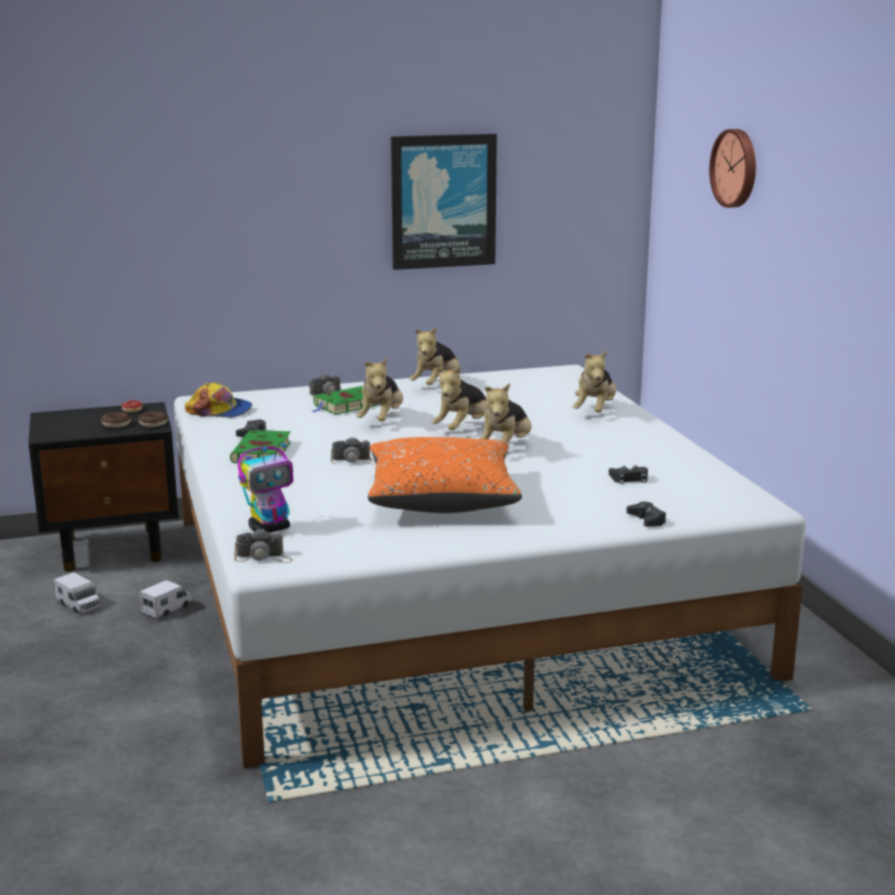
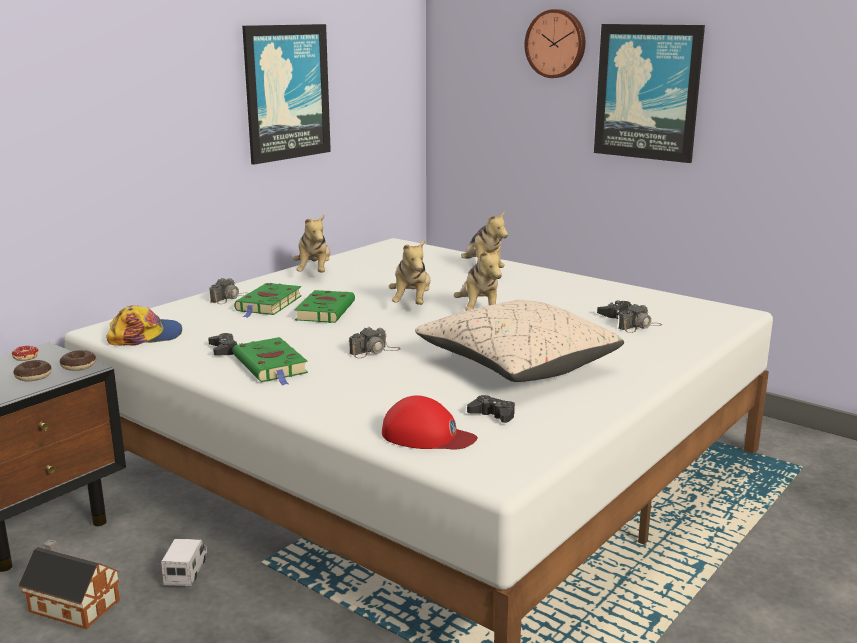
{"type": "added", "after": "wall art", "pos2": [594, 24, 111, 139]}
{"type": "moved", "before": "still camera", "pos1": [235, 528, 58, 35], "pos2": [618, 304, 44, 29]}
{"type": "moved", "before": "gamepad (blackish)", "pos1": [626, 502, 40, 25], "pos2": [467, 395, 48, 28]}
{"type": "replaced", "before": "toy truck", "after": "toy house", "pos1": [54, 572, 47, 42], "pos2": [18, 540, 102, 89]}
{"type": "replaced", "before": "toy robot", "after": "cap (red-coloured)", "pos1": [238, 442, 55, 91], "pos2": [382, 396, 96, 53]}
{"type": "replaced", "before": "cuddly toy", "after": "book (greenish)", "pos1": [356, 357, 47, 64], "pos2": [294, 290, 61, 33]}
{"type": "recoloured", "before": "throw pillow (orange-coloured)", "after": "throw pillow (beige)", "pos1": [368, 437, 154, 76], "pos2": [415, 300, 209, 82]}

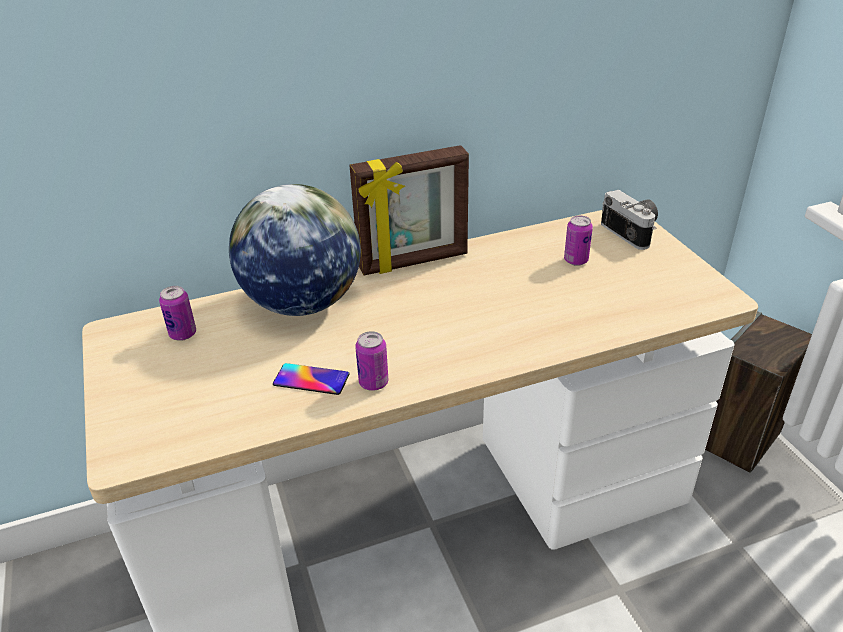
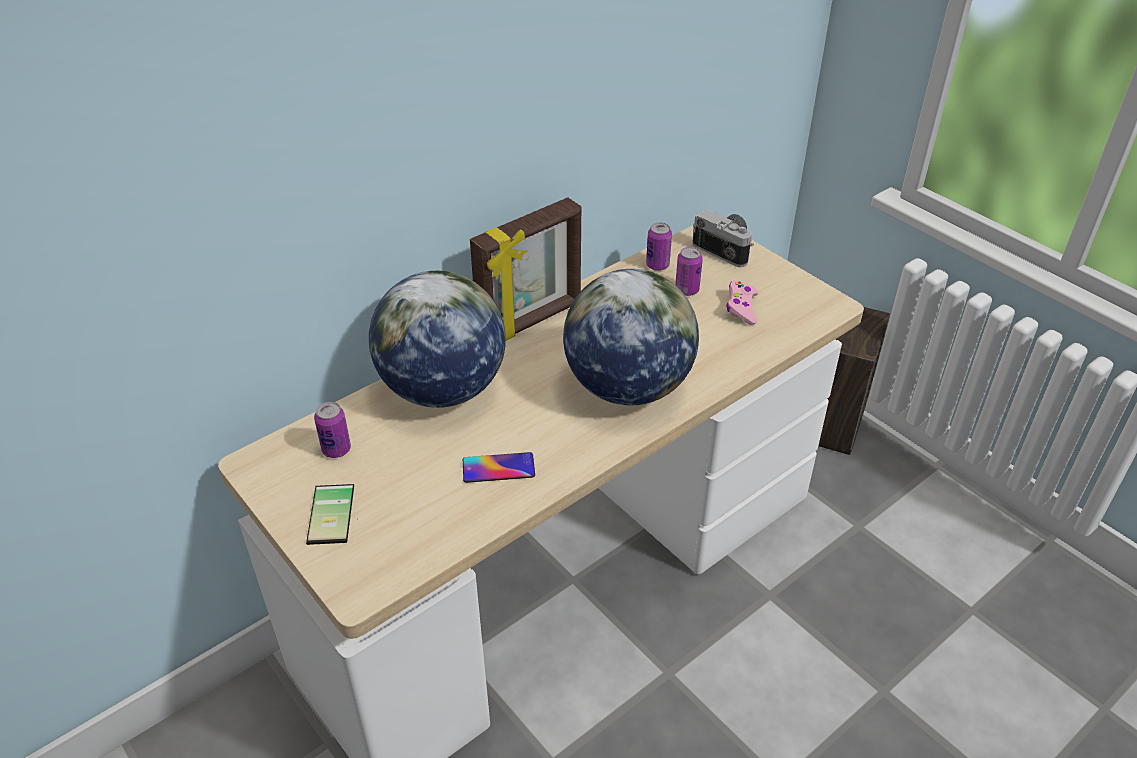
{"type": "added", "after": "telephone", "pos2": [306, 484, 52, 61]}
{"type": "added", "after": "desk globe", "pos2": [563, 269, 136, 137]}
{"type": "added", "after": "gamepad (pinkish)", "pos2": [726, 280, 33, 45]}
{"type": "moved", "before": "can", "pos1": [355, 331, 33, 60], "pos2": [646, 222, 26, 49]}

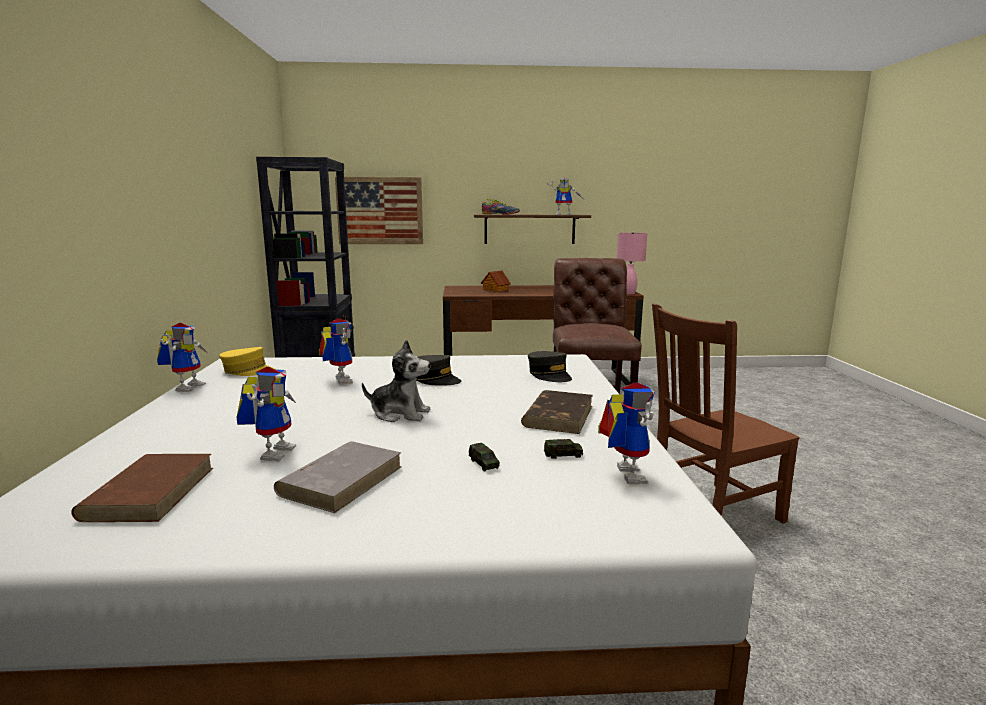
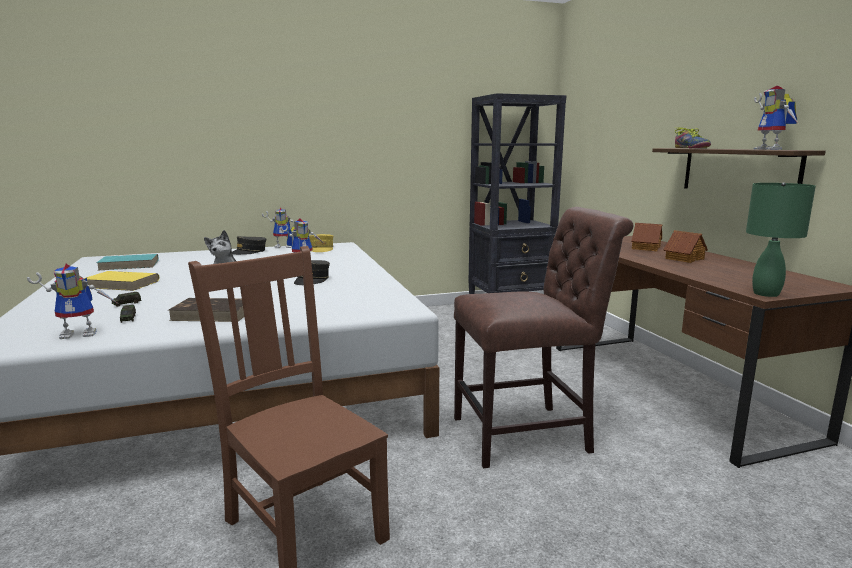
{"type": "removed", "before": "toy robot", "pos1": [237, 367, 59, 94]}
{"type": "removed", "before": "wall art", "pos1": [335, 177, 88, 67]}
{"type": "added", "after": "toy house", "pos2": [663, 230, 45, 33]}
{"type": "moved", "before": "cap (greyish)", "pos1": [528, 351, 44, 31], "pos2": [232, 236, 34, 19]}
{"type": "recoloured", "before": "book (brownish)", "after": "book (blue-green)", "pos1": [71, 454, 142, 68], "pos2": [96, 254, 63, 17]}
{"type": "recoloured", "before": "book (greyish)", "after": "book (yellow-coloured)", "pos1": [274, 441, 128, 72], "pos2": [84, 271, 75, 20]}
{"type": "recoloured", "before": "table lamp (pinkish)", "after": "table lamp (greenish)", "pos1": [617, 232, 30, 62], "pos2": [746, 183, 70, 114]}

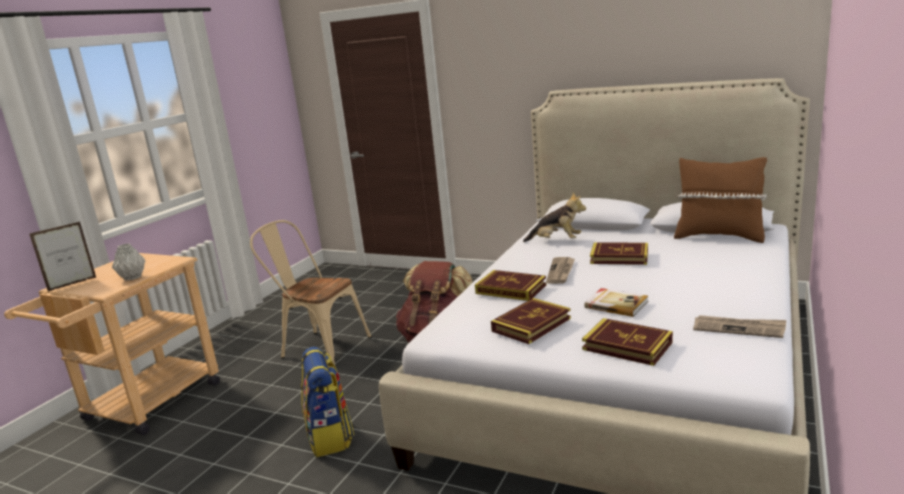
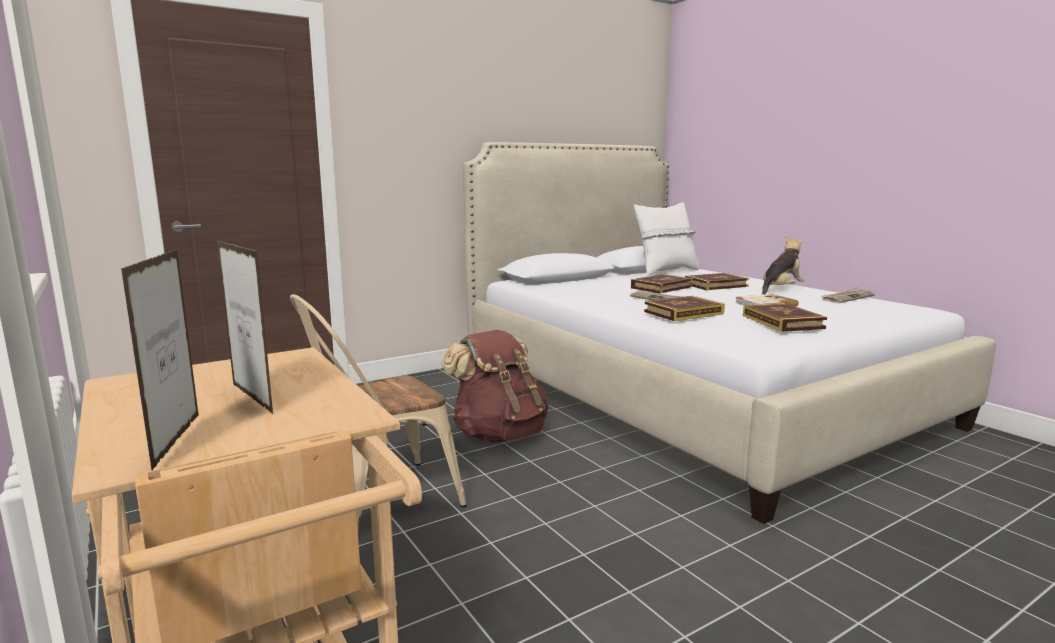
{"type": "removed", "before": "flower vase (greyish)", "pos1": [112, 244, 33, 37]}
{"type": "removed", "before": "knapsack", "pos1": [301, 347, 53, 110]}
{"type": "added", "after": "picture frame", "pos2": [217, 240, 57, 175]}
{"type": "moved", "before": "cuddly toy", "pos1": [523, 192, 63, 50], "pos2": [762, 236, 42, 59]}
{"type": "moved", "before": "book", "pos1": [582, 318, 91, 48], "pos2": [685, 273, 64, 17]}
{"type": "recoloured", "before": "throw pillow (brownish)", "after": "throw pillow (whitish)", "pos1": [674, 157, 93, 86], "pos2": [634, 203, 65, 73]}

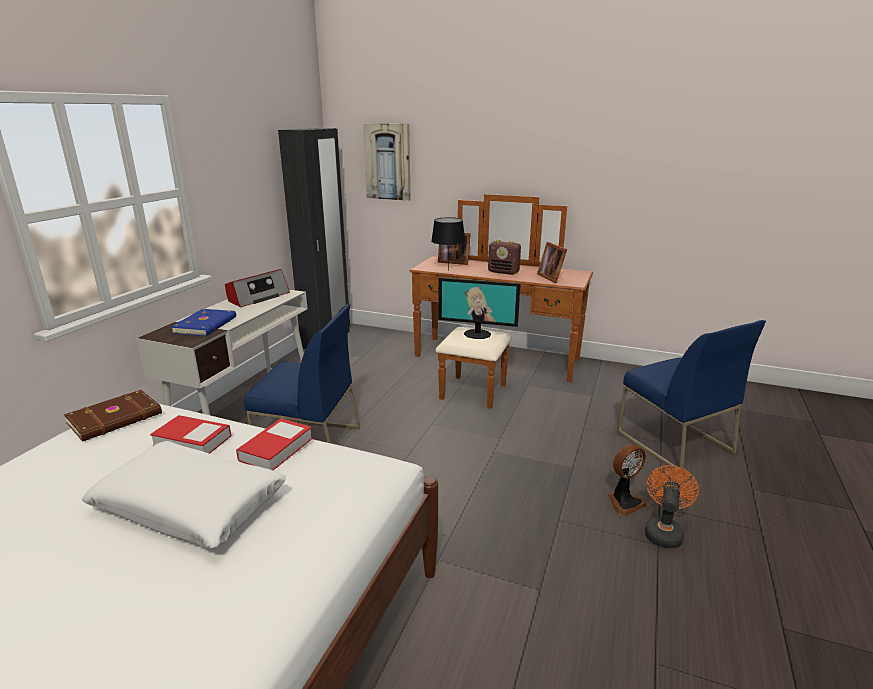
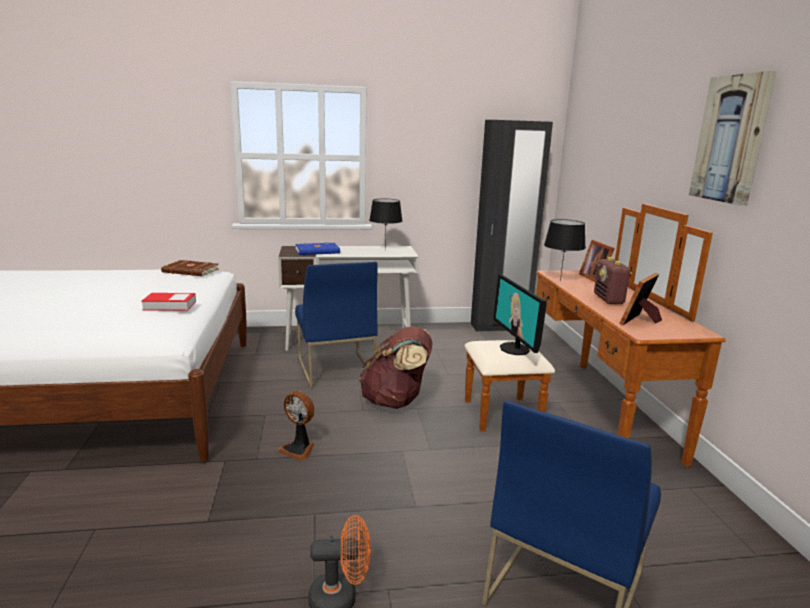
{"type": "removed", "before": "throw pillow (whitish)", "pos1": [82, 441, 204, 108]}
{"type": "removed", "before": "book", "pos1": [150, 415, 81, 39]}
{"type": "added", "after": "knapsack (brownish)", "pos2": [359, 326, 74, 83]}
{"type": "moved", "before": "wall art", "pos1": [363, 123, 48, 78], "pos2": [689, 71, 88, 135]}
{"type": "moved", "before": "cooling fan", "pos1": [608, 444, 40, 72], "pos2": [278, 391, 36, 70]}
{"type": "replaced", "before": "radio", "after": "table lamp (blackish)", "pos1": [225, 269, 65, 38], "pos2": [369, 199, 33, 51]}

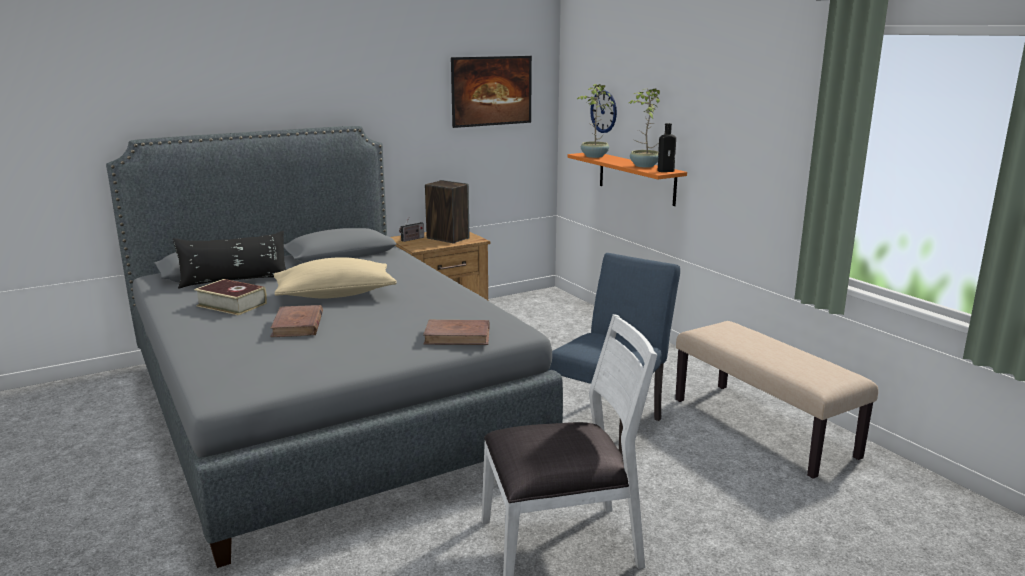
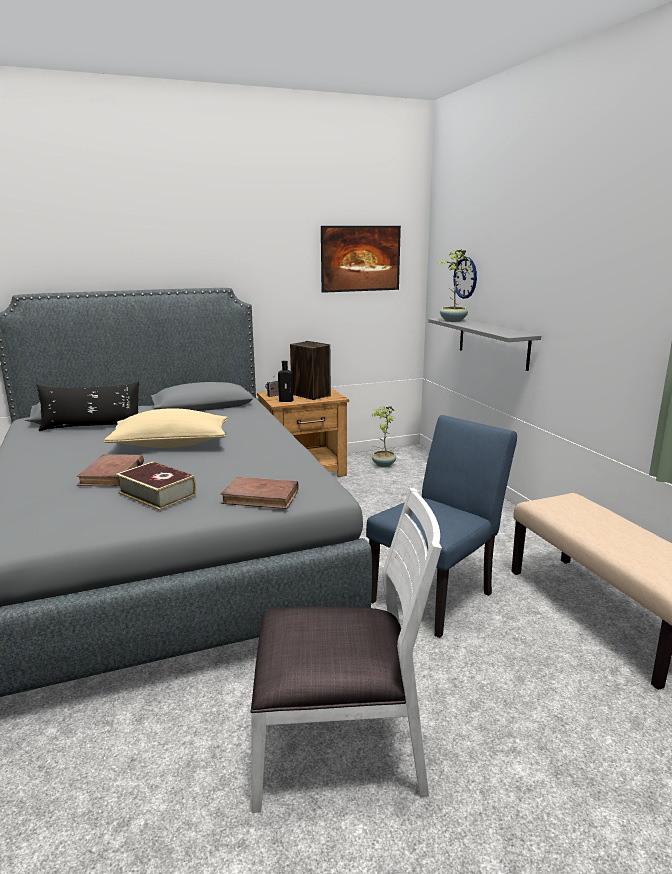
{"type": "moved", "before": "book", "pos1": [194, 279, 73, 36], "pos2": [116, 461, 80, 49]}
{"type": "moved", "before": "plant in a pot", "pos1": [629, 88, 31, 80], "pos2": [372, 406, 24, 61]}
{"type": "moved", "before": "drink bottle (blackish)", "pos1": [658, 123, 18, 49], "pos2": [278, 361, 15, 41]}
{"type": "recoloured", "before": "shelf (orange-coloured)", "after": "shelf (greyish)", "pos1": [568, 153, 119, 53], "pos2": [428, 318, 113, 53]}

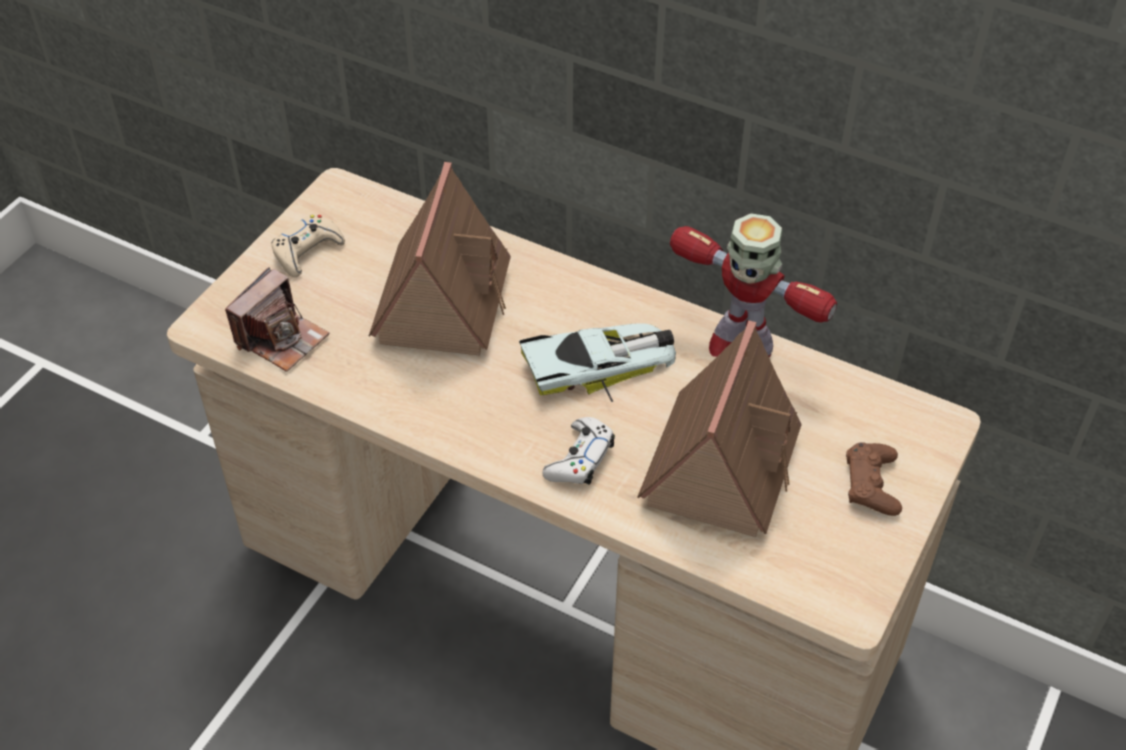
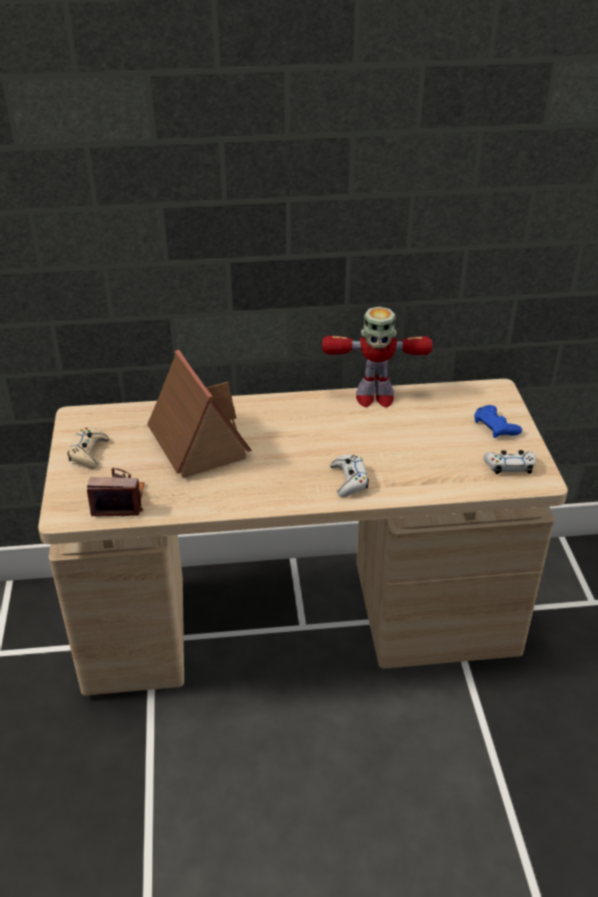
{"type": "removed", "before": "miniature car", "pos1": [519, 323, 157, 79]}
{"type": "removed", "before": "toy house", "pos1": [637, 320, 165, 217]}
{"type": "added", "after": "gamepad (whitish)", "pos2": [483, 450, 53, 24]}
{"type": "recoloured", "before": "gamepad (brownish)", "after": "gamepad (blue-coloured)", "pos1": [846, 442, 56, 74], "pos2": [474, 405, 48, 33]}
{"type": "turned", "before": "still camera", "pos1": [225, 267, 104, 105], "pos2": [87, 468, 58, 49], "turn": -90}

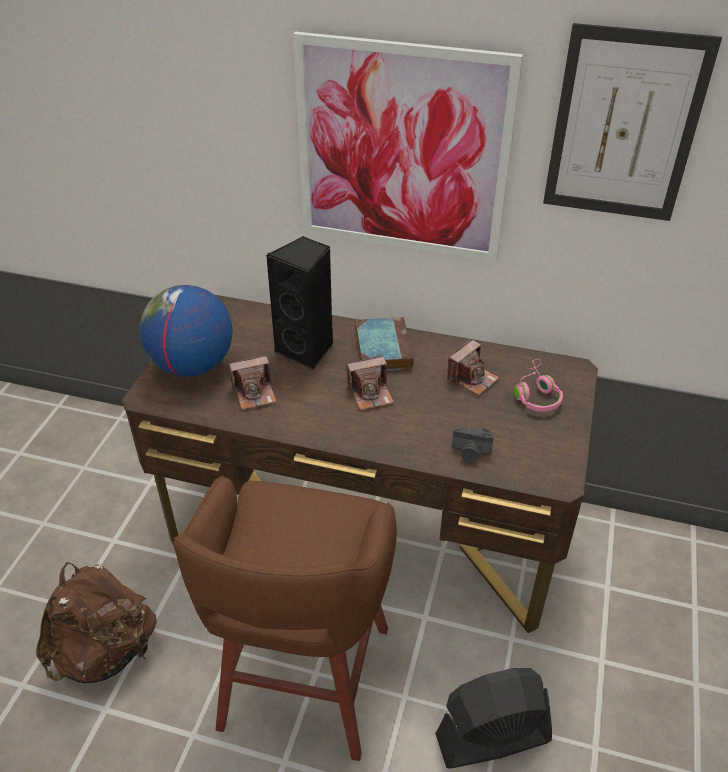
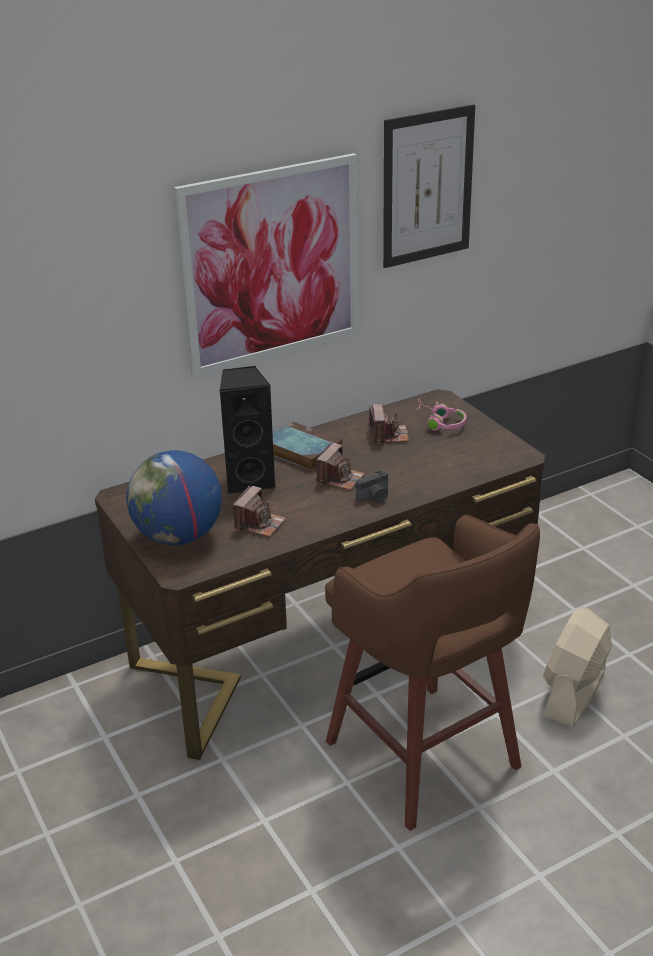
{"type": "removed", "before": "knapsack (brownish)", "pos1": [36, 562, 121, 121]}
{"type": "moved", "before": "still camera", "pos1": [452, 425, 42, 37], "pos2": [356, 470, 32, 33]}
{"type": "recoloured", "before": "cooling fan (blackish)", "after": "cooling fan (beige)", "pos1": [435, 668, 117, 100], "pos2": [543, 608, 69, 119]}

